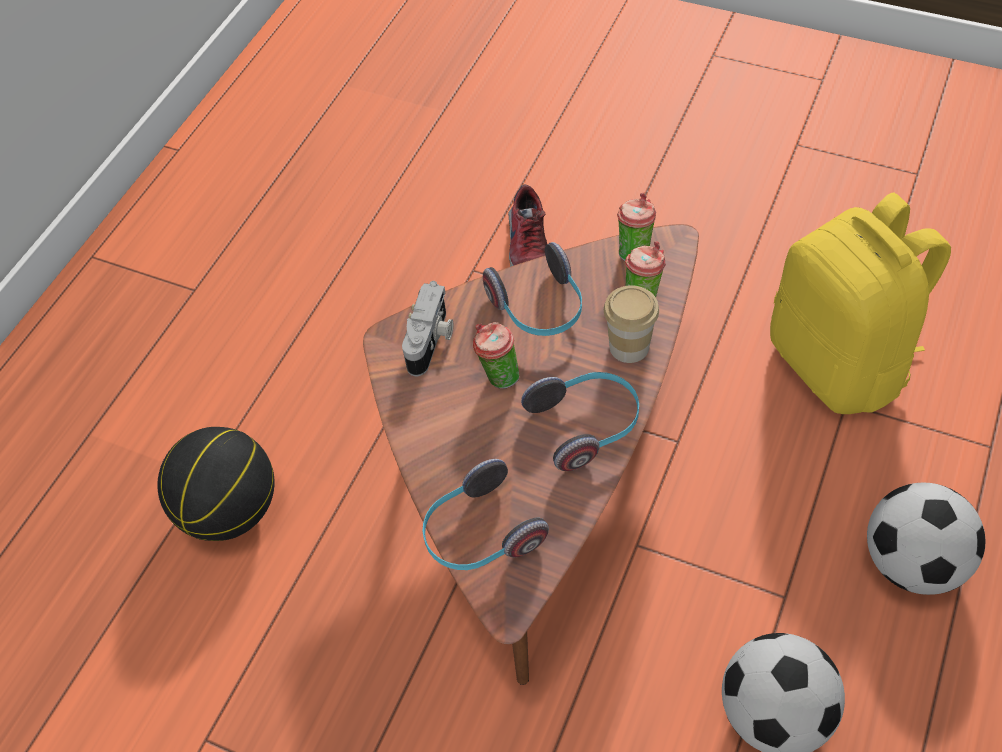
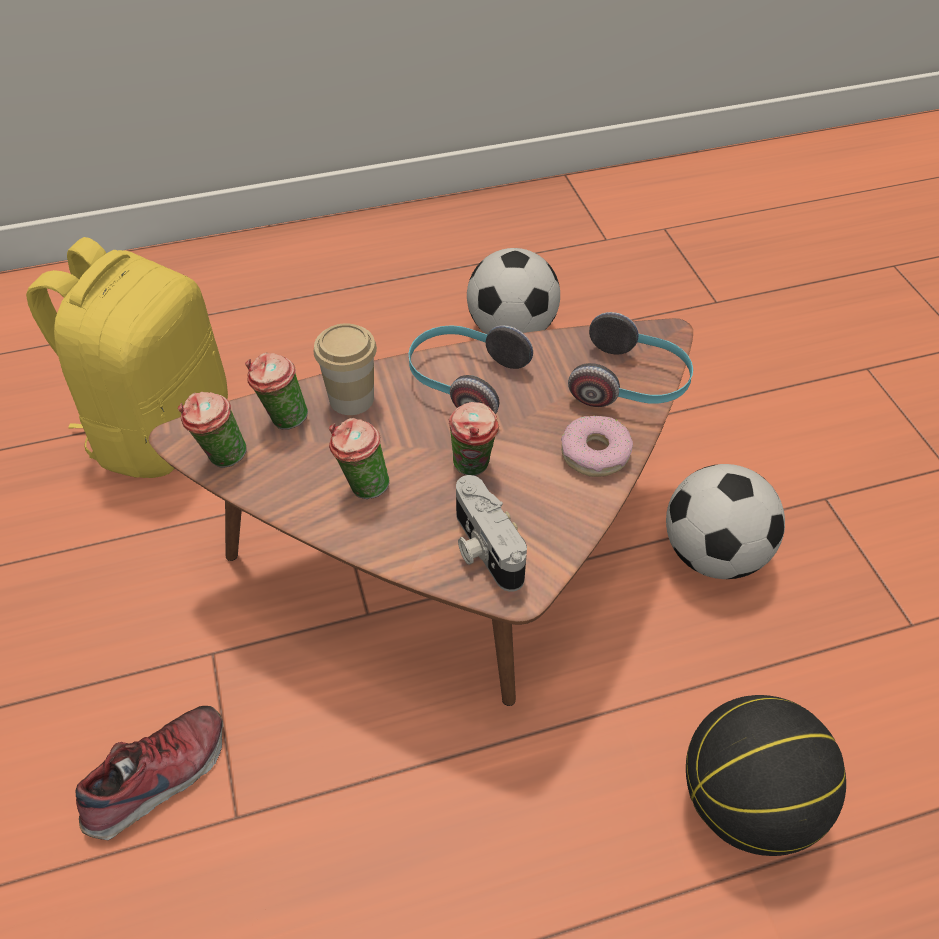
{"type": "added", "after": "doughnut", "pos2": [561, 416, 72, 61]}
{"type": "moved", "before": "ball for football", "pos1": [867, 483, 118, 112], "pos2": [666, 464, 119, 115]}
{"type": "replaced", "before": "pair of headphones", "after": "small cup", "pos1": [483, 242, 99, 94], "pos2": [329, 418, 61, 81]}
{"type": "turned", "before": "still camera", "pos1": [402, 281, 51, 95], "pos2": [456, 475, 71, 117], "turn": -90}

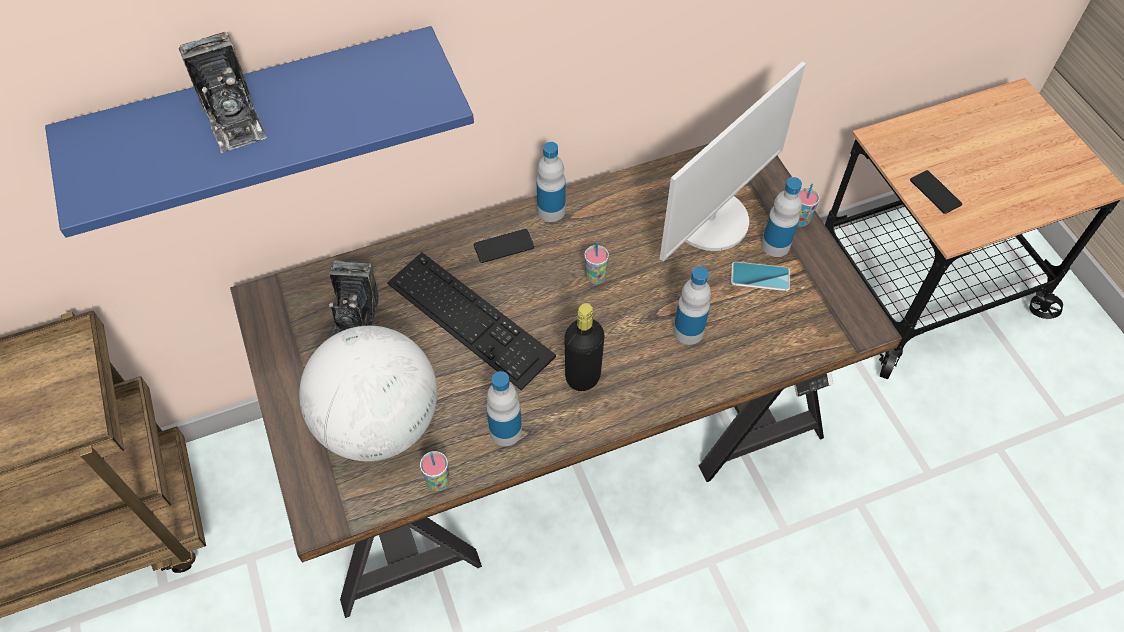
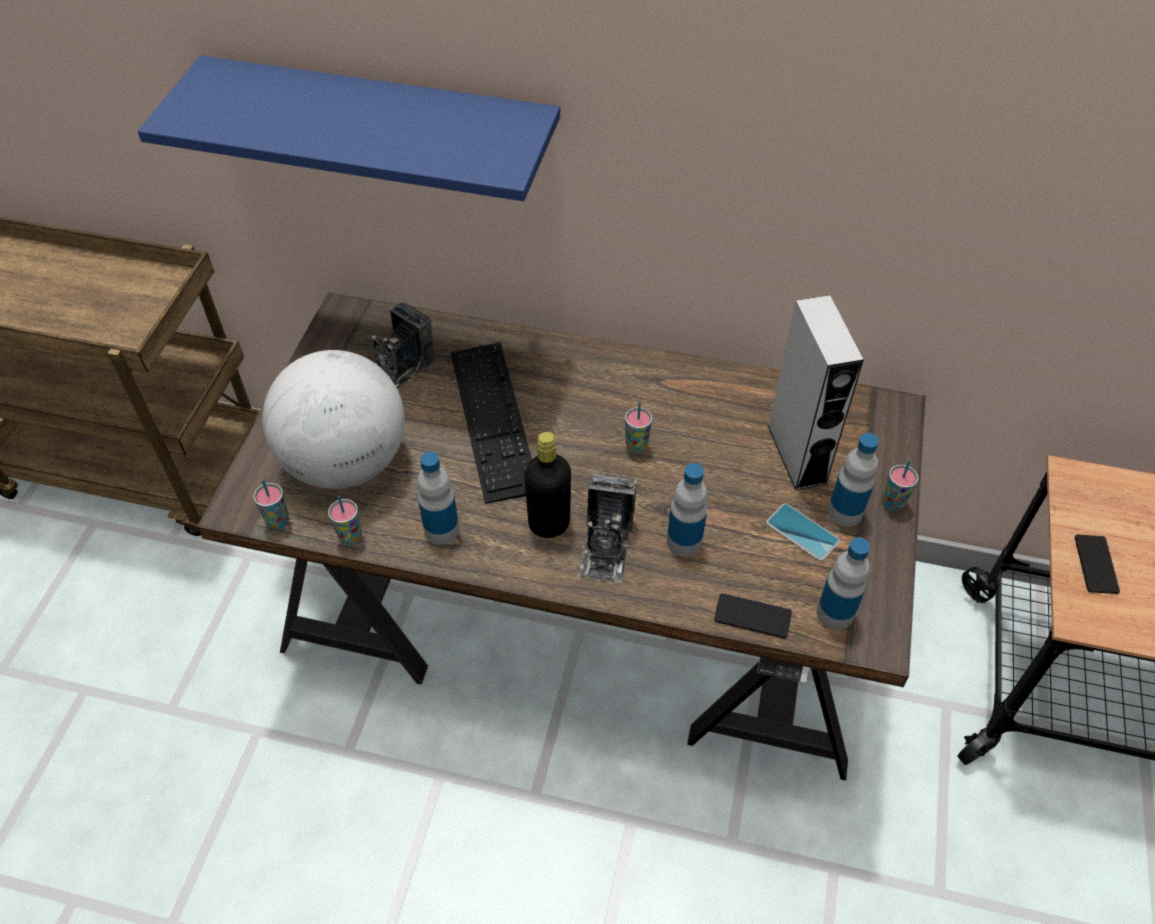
{"type": "added", "after": "small cup", "pos2": [253, 479, 36, 50]}
{"type": "moved", "before": "still camera", "pos1": [179, 32, 88, 121], "pos2": [578, 473, 59, 109]}
{"type": "moved", "before": "telephone", "pos1": [474, 229, 60, 34], "pos2": [714, 593, 78, 45]}
{"type": "moved", "before": "drink bottle", "pos1": [537, 142, 29, 80], "pos2": [817, 537, 53, 93]}
{"type": "replaced", "before": "monitor", "after": "loudspeaker (greyish)", "pos1": [660, 62, 146, 200], "pos2": [767, 295, 97, 195]}

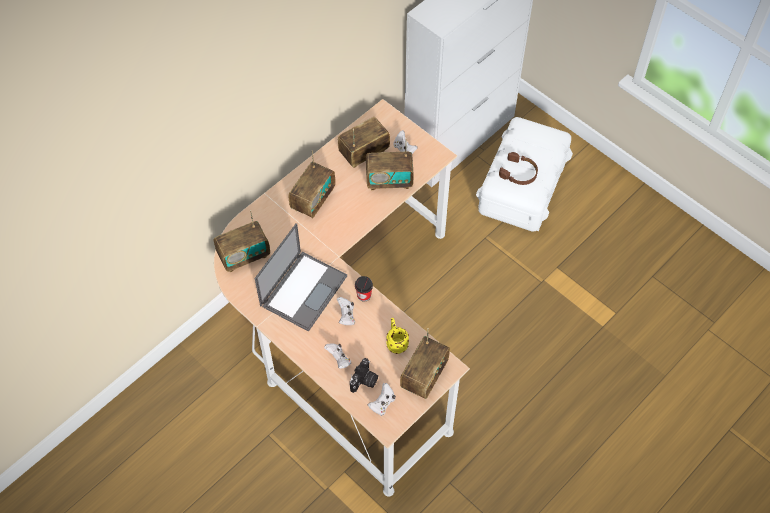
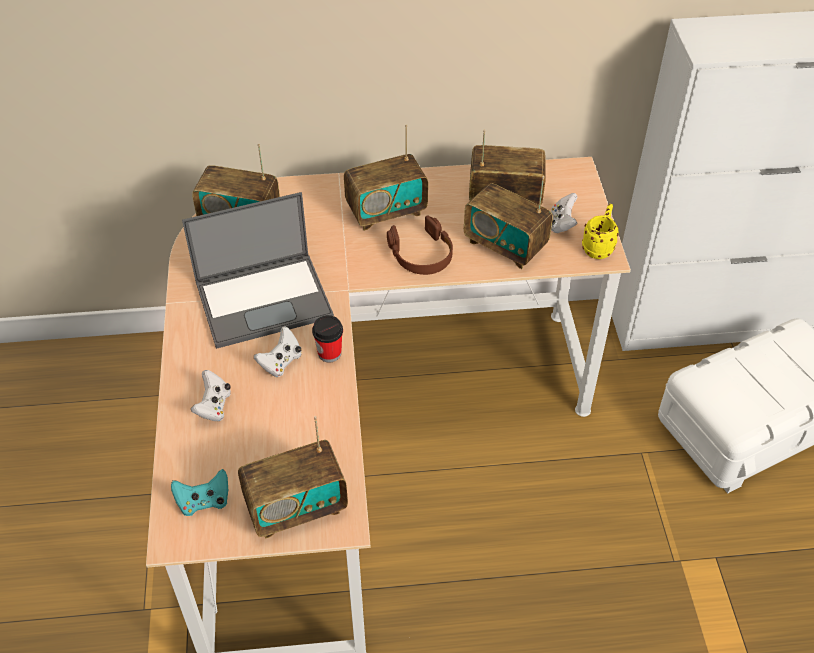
{"type": "removed", "before": "still camera", "pos1": [350, 358, 28, 35]}
{"type": "moved", "before": "tea mug (yellow-coloured)", "pos1": [386, 318, 23, 36], "pos2": [582, 204, 37, 55]}
{"type": "moved", "before": "pair of headphones (brownish)", "pos1": [499, 152, 39, 33], "pos2": [387, 215, 66, 60]}
{"type": "recoloured", "before": "gamepad (whitish)", "after": "gamepad (blue-green)", "pos1": [368, 383, 28, 33], "pos2": [171, 469, 57, 47]}

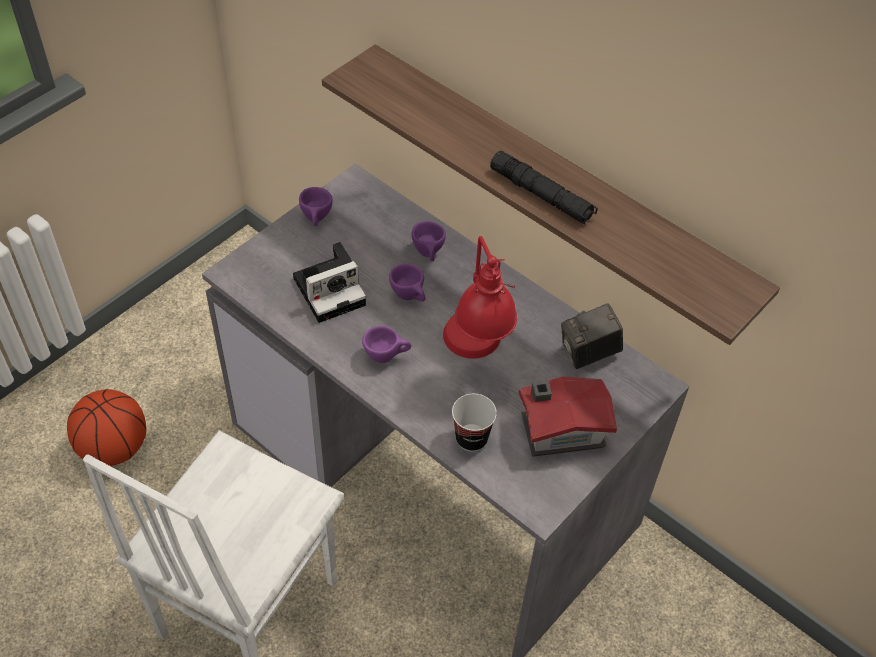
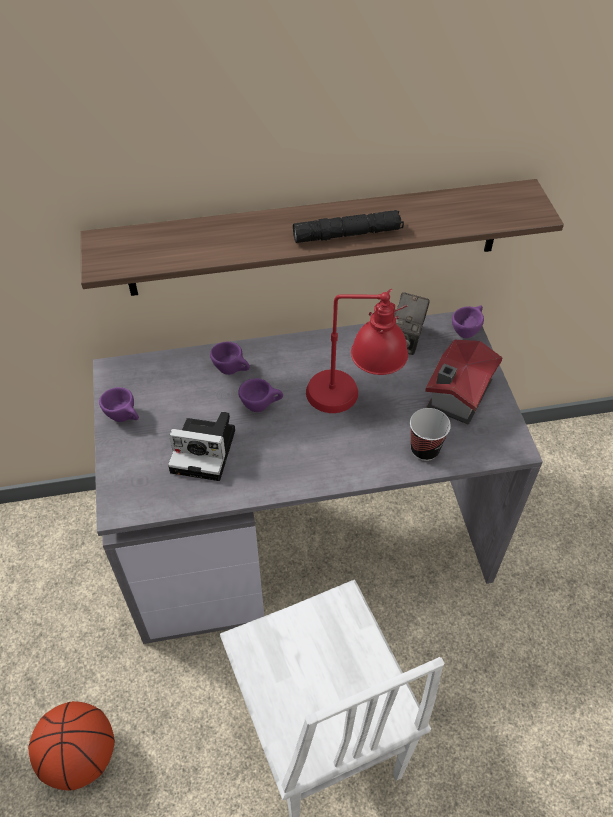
{"type": "moved", "before": "small cup (purple-coloured)", "pos1": [362, 326, 49, 37], "pos2": [452, 306, 32, 32]}
{"type": "turned", "before": "still camera", "pos1": [293, 242, 73, 81], "pos2": [168, 412, 67, 69], "turn": 90}

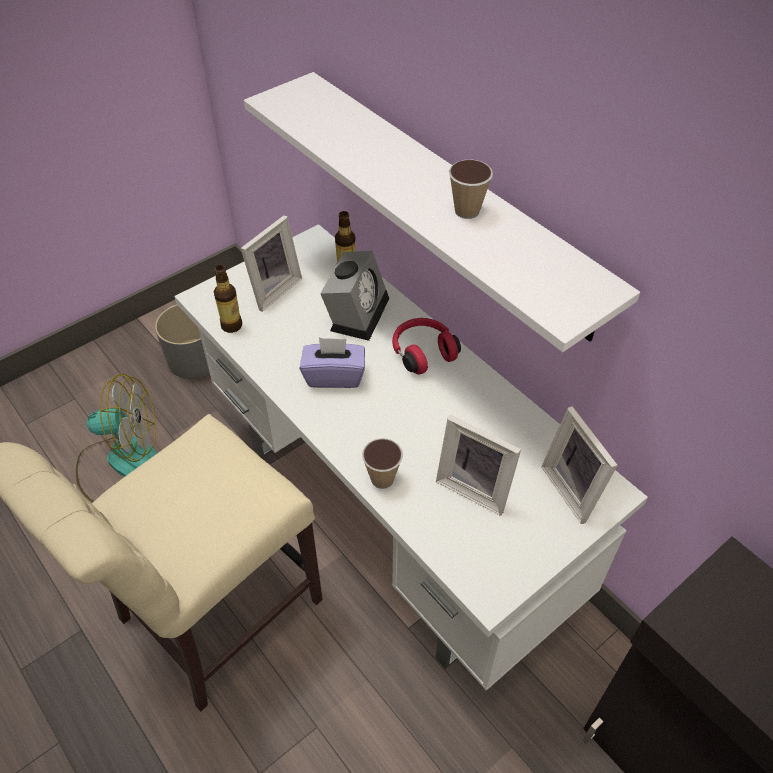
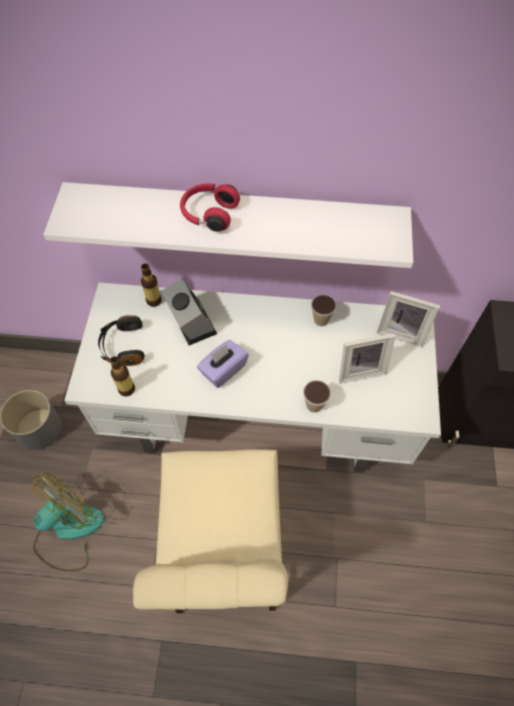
{"type": "moved", "before": "pair of headphones (red-coloured)", "pos1": [392, 318, 69, 57], "pos2": [180, 184, 60, 48]}
{"type": "moved", "before": "small cup", "pos1": [449, 160, 44, 59], "pos2": [311, 295, 26, 31]}
{"type": "replaced", "before": "picture frame", "after": "pair of headphones (blackish)", "pos1": [241, 215, 61, 97], "pos2": [98, 315, 46, 51]}

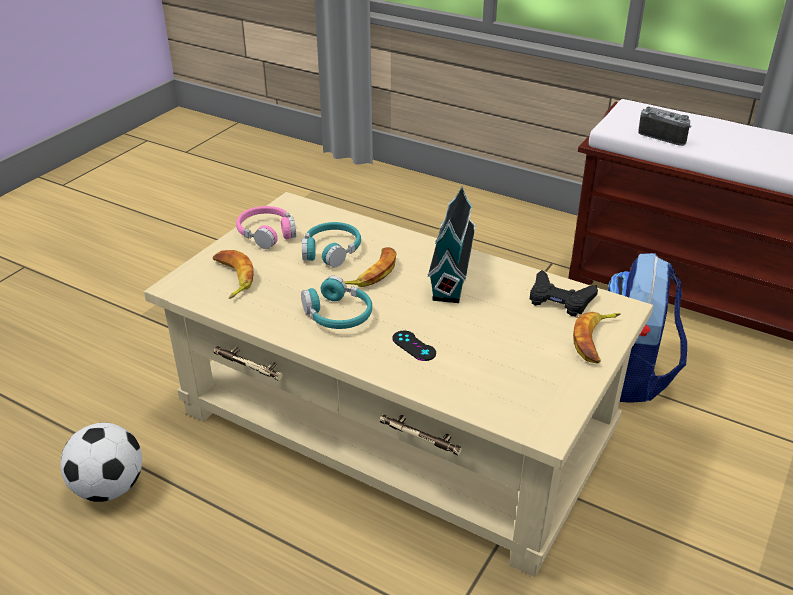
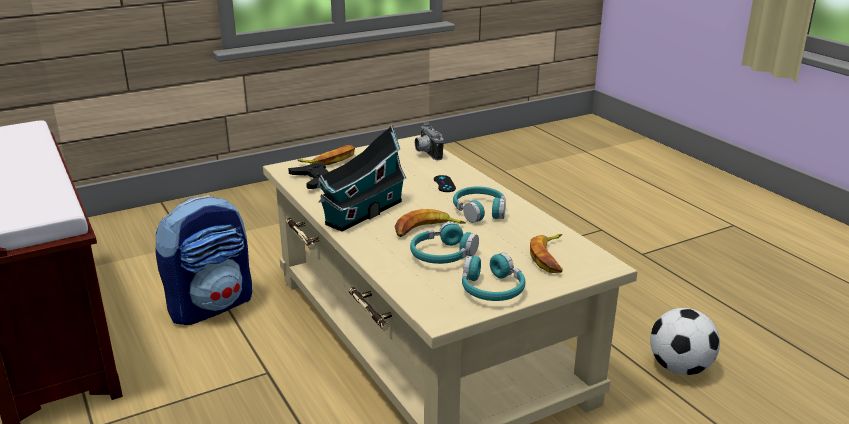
{"type": "moved", "before": "still camera", "pos1": [638, 107, 53, 39], "pos2": [415, 122, 29, 38]}
{"type": "recoloured", "before": "pair of headphones (pinkish)", "after": "pair of headphones (blue-green)", "pos1": [236, 206, 60, 43], "pos2": [462, 253, 64, 48]}

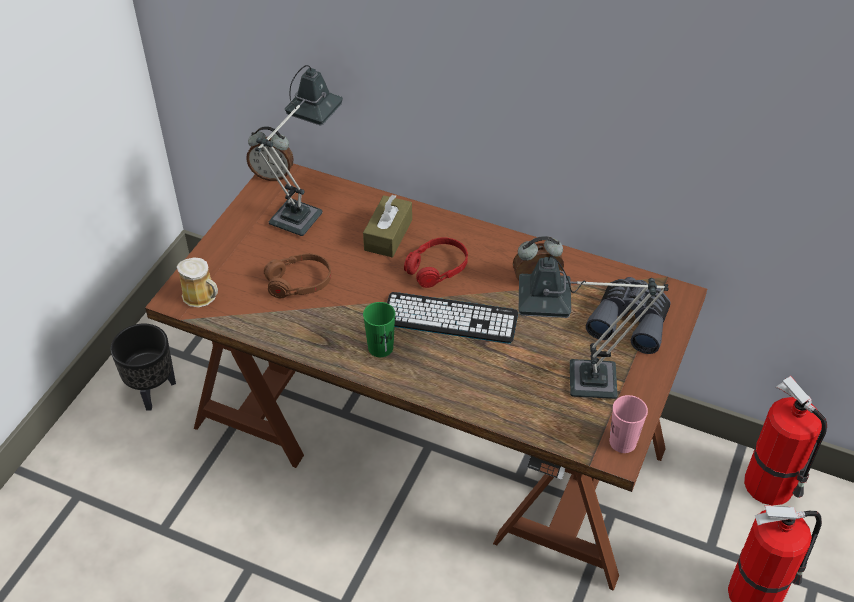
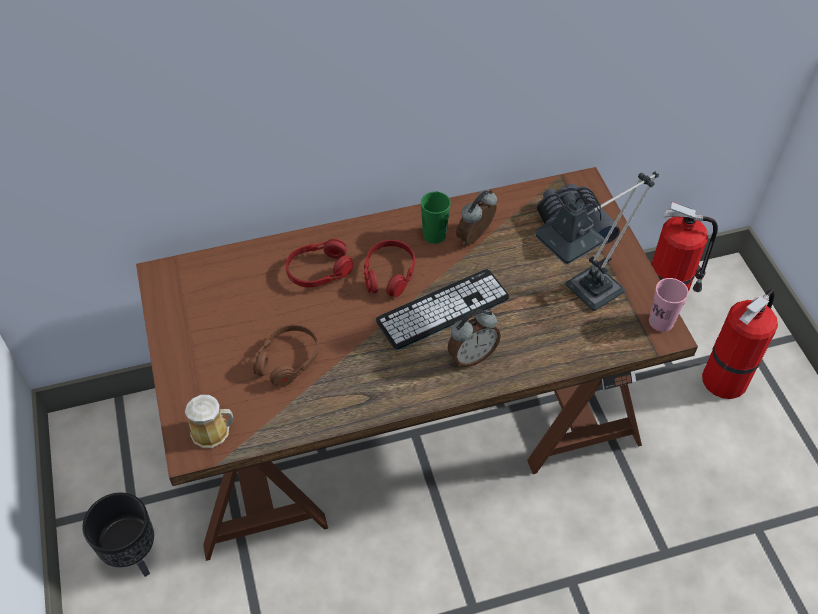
{"type": "removed", "before": "table lamp", "pos1": [255, 65, 88, 171]}
{"type": "moved", "before": "alarm clock", "pos1": [246, 126, 48, 55], "pos2": [448, 309, 53, 58]}
{"type": "moved", "before": "small cup (greenish)", "pos1": [363, 302, 32, 55], "pos2": [421, 192, 30, 52]}
{"type": "replaced", "before": "box of tissues (brownish)", "after": "pair of headphones (red-coloured)", "pos1": [363, 195, 49, 63], "pos2": [286, 239, 68, 49]}

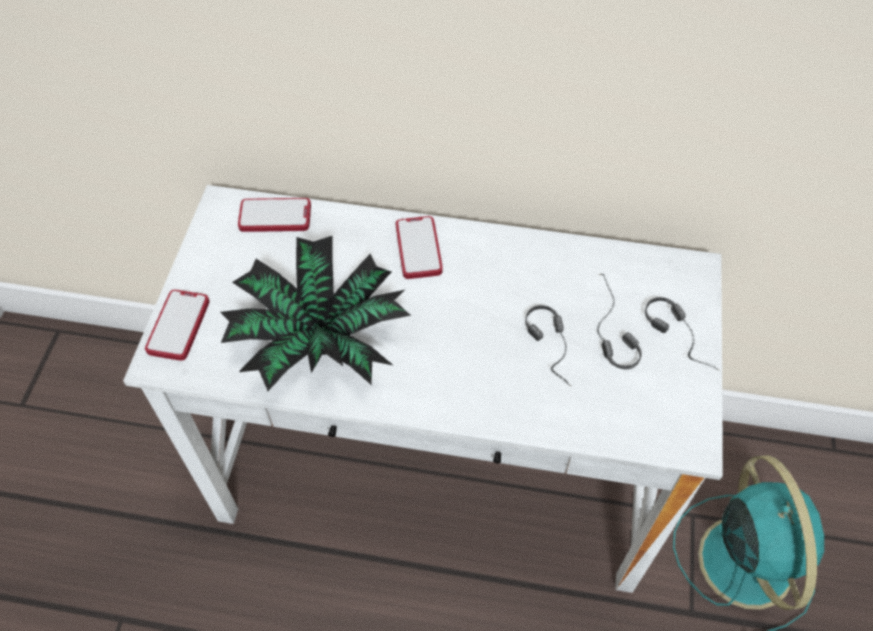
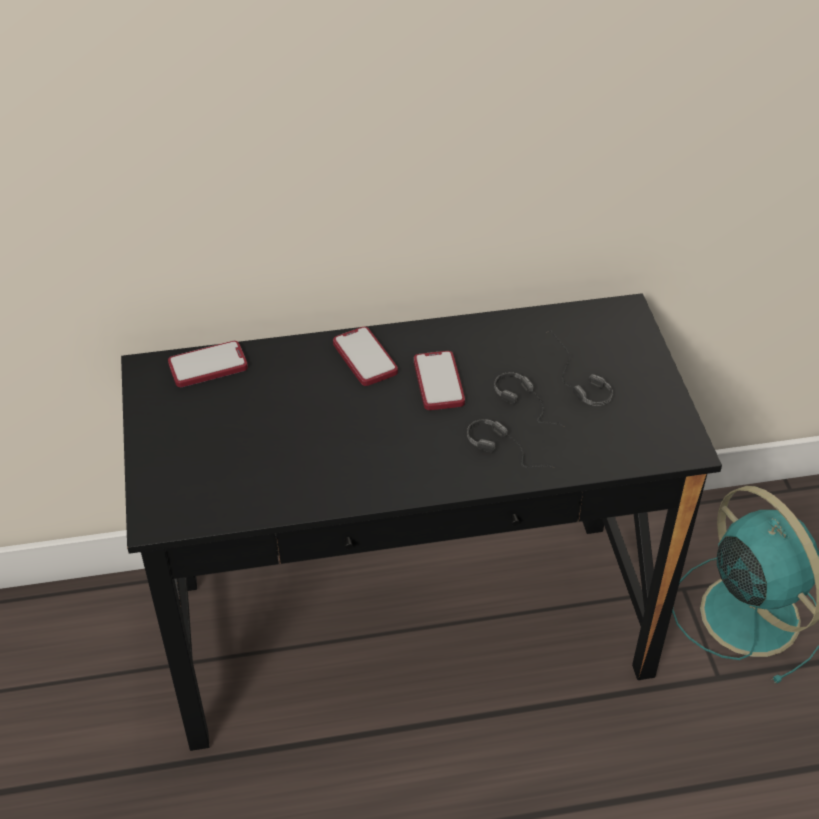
{"type": "removed", "before": "plant in a pot", "pos1": [220, 236, 191, 155]}
{"type": "moved", "before": "telephone", "pos1": [145, 290, 65, 71], "pos2": [414, 351, 51, 59]}
{"type": "moved", "before": "pair of headphones", "pos1": [645, 297, 74, 73], "pos2": [467, 419, 88, 49]}
{"type": "recoloured", "before": "desk unit (whitish)", "after": "desk unit (blackish)", "pos1": [123, 185, 600, 408], "pos2": [121, 293, 601, 458]}

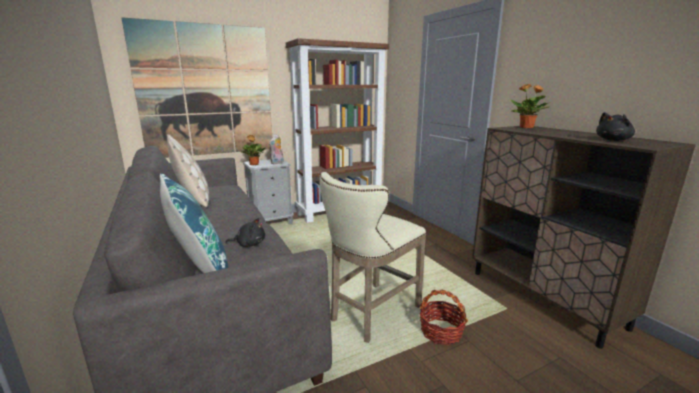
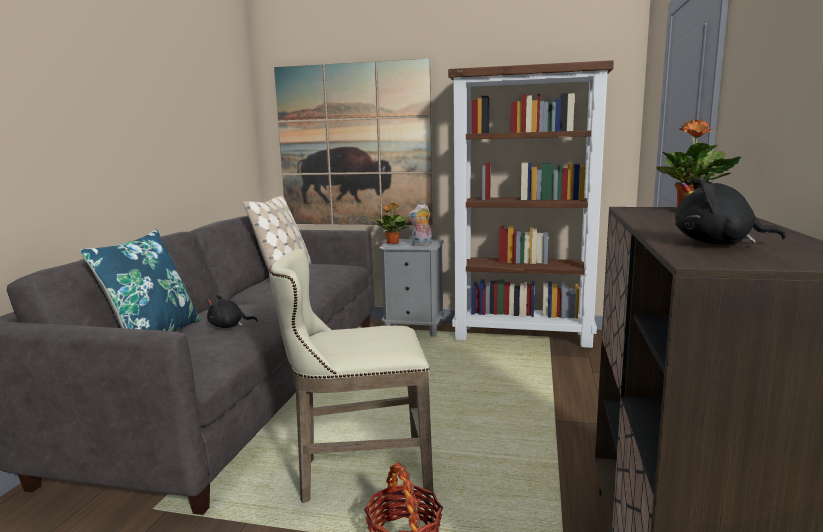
{"type": "turned", "before": "cuddly toy (blackish)", "pos1": [225, 218, 40, 29], "pos2": [207, 295, 51, 33], "turn": 135}

